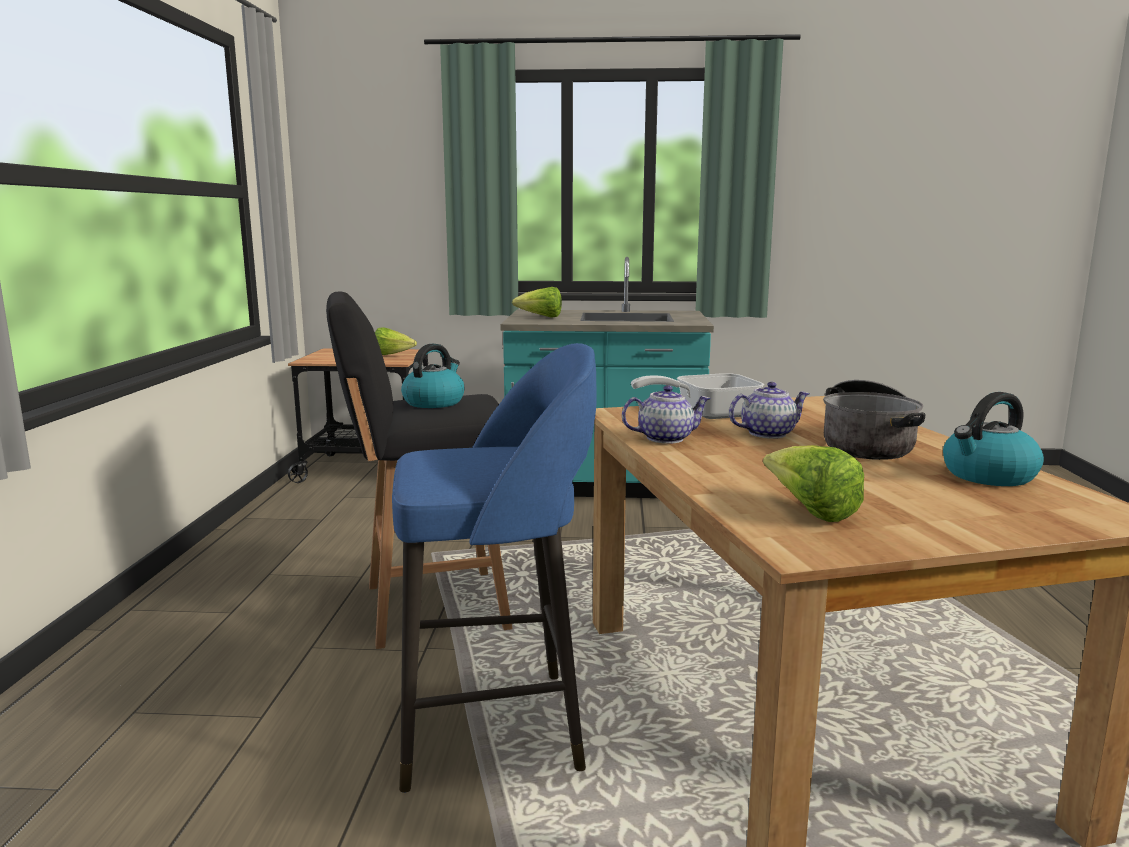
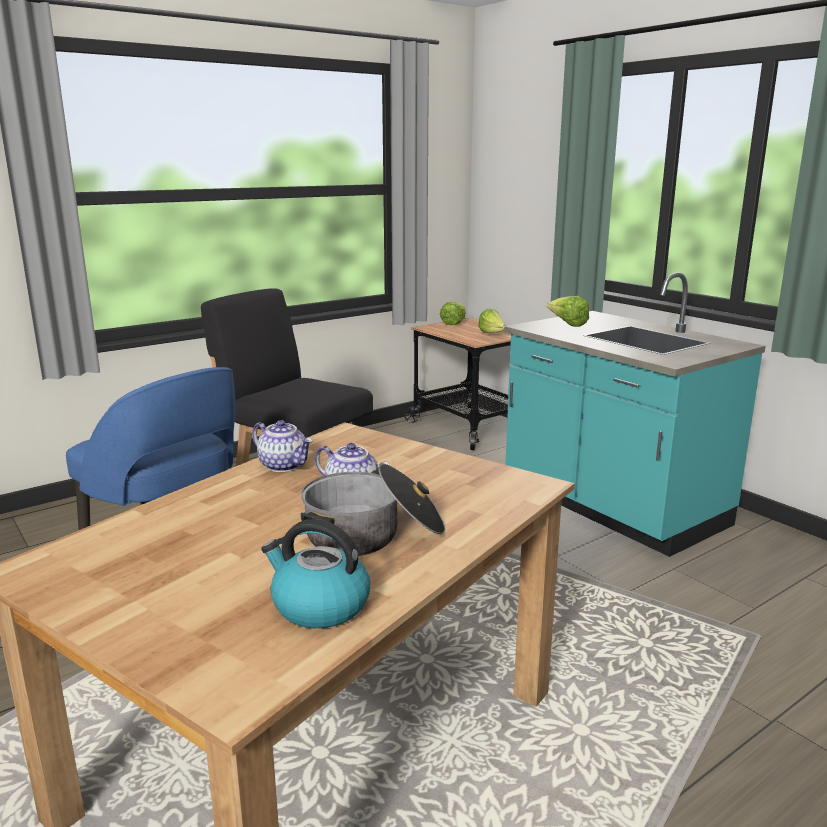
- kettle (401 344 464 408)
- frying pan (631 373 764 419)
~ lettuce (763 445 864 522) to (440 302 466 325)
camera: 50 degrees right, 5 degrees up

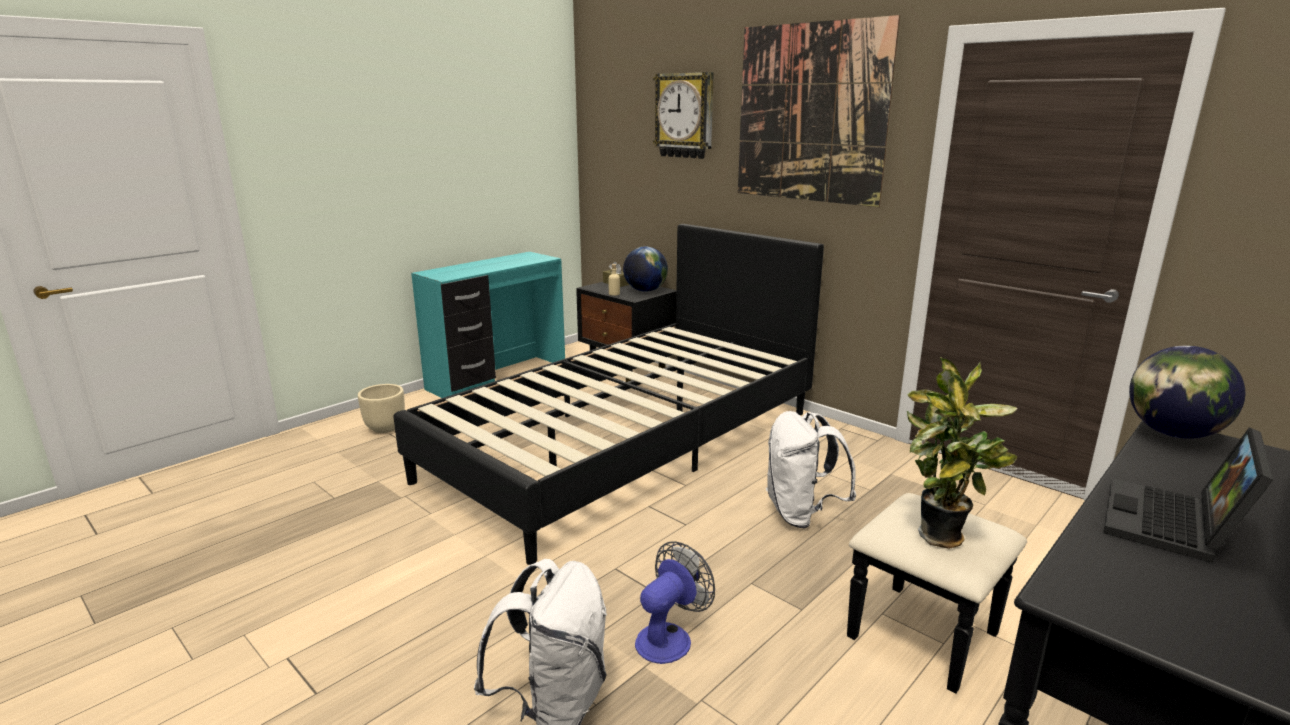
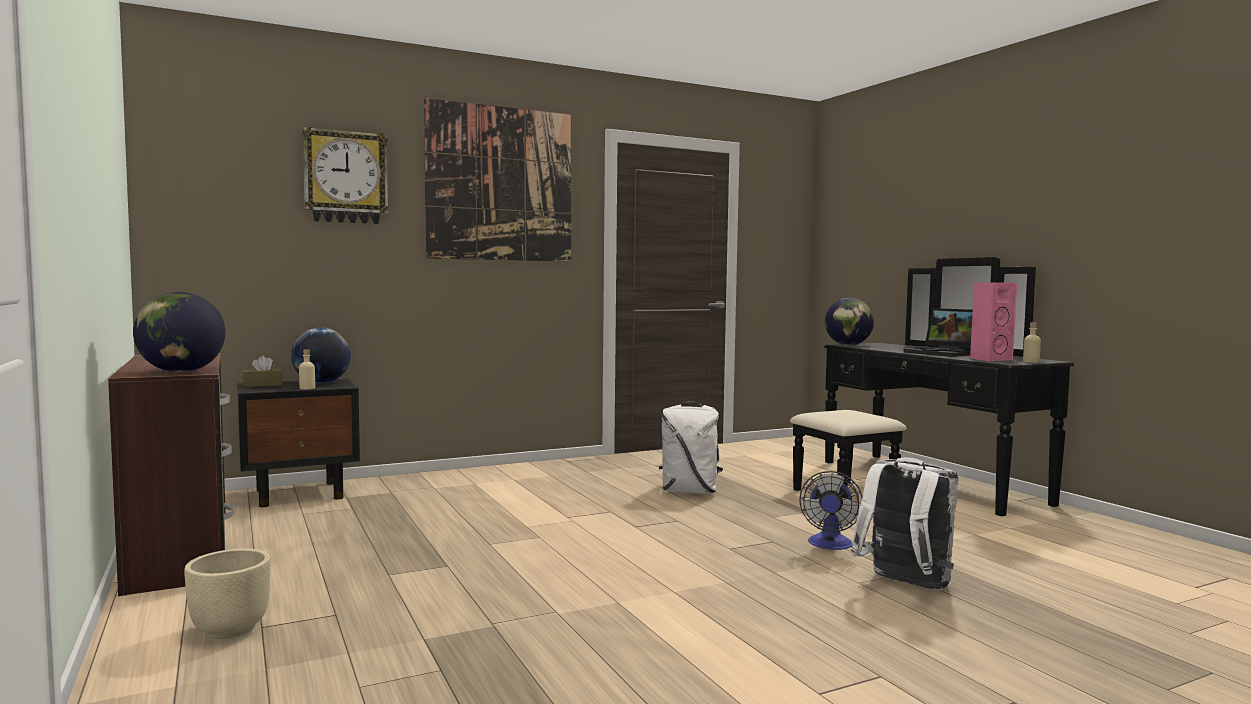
- black bed (393 224 824 565)
- potted plant (907 357 1018 549)
+ globe (133 292 225 372)
+ pink speaker (970 282 1017 361)
+ beige bottle (1023 322 1041 363)
~ turquoise desk (411 252 565 398) to brown desk (108 353 234 596)
~ fan (635 541 715 664) = (799 471 863 550) 135 degrees counterclockwise
camera: 70 degrees left, 15 degrees down

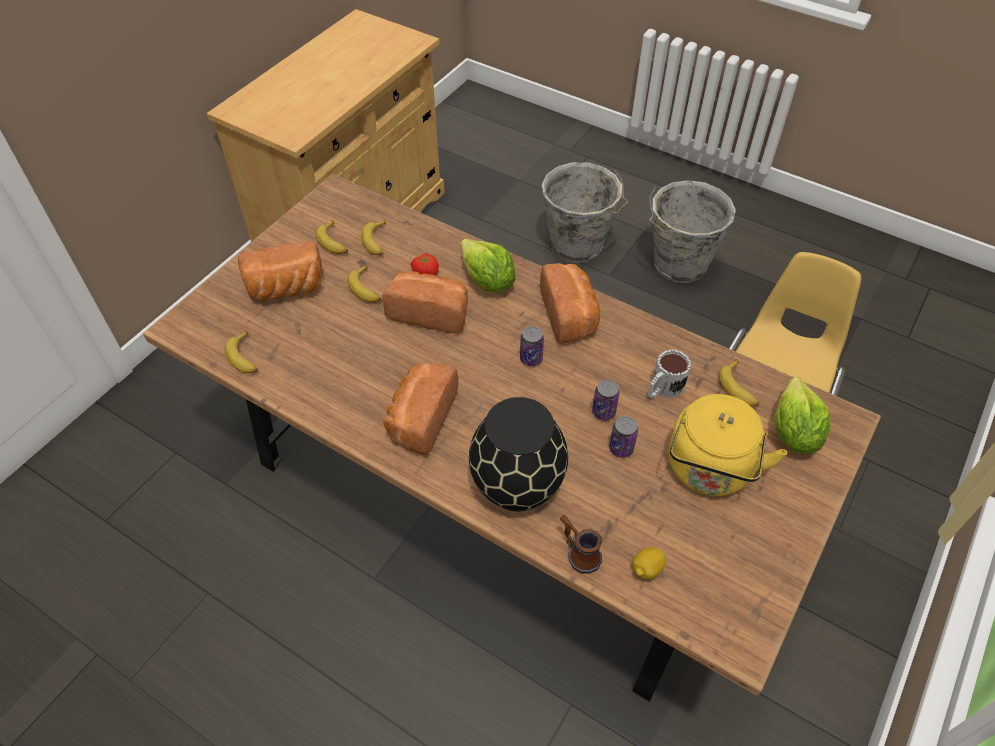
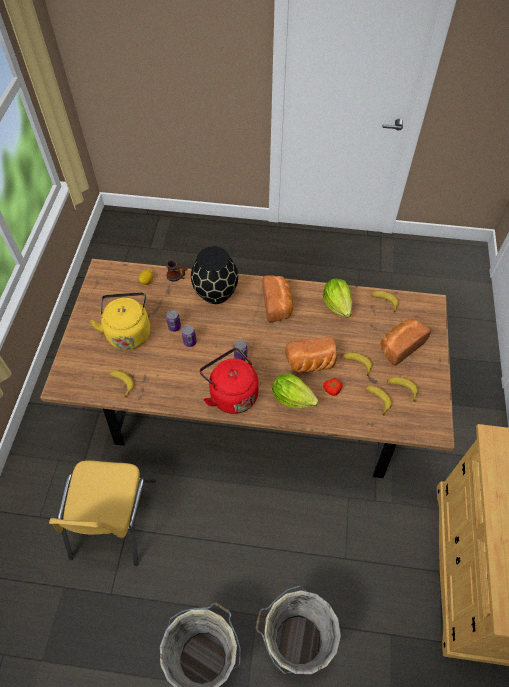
- mug (647 349 691 398)
~ lettuce (775 377 830 454) to (323 278 352 318)
~ bread (540 263 600 344) to red kettle (200 348 259 414)
camera: 155 degrees right, 5 degrees up

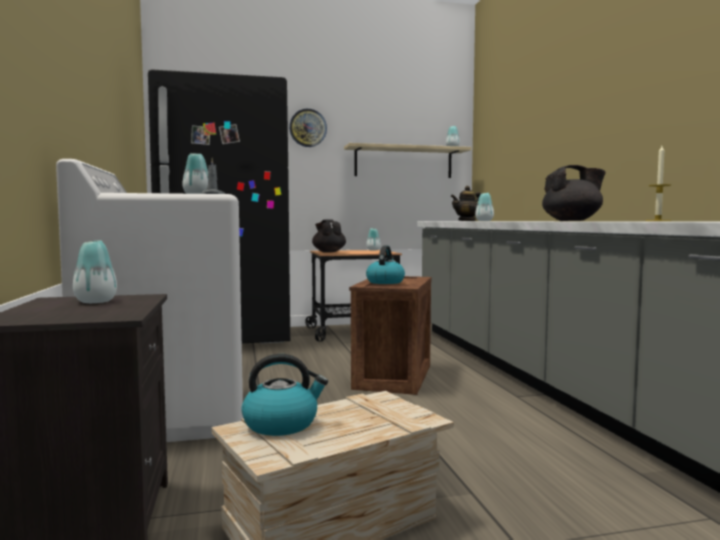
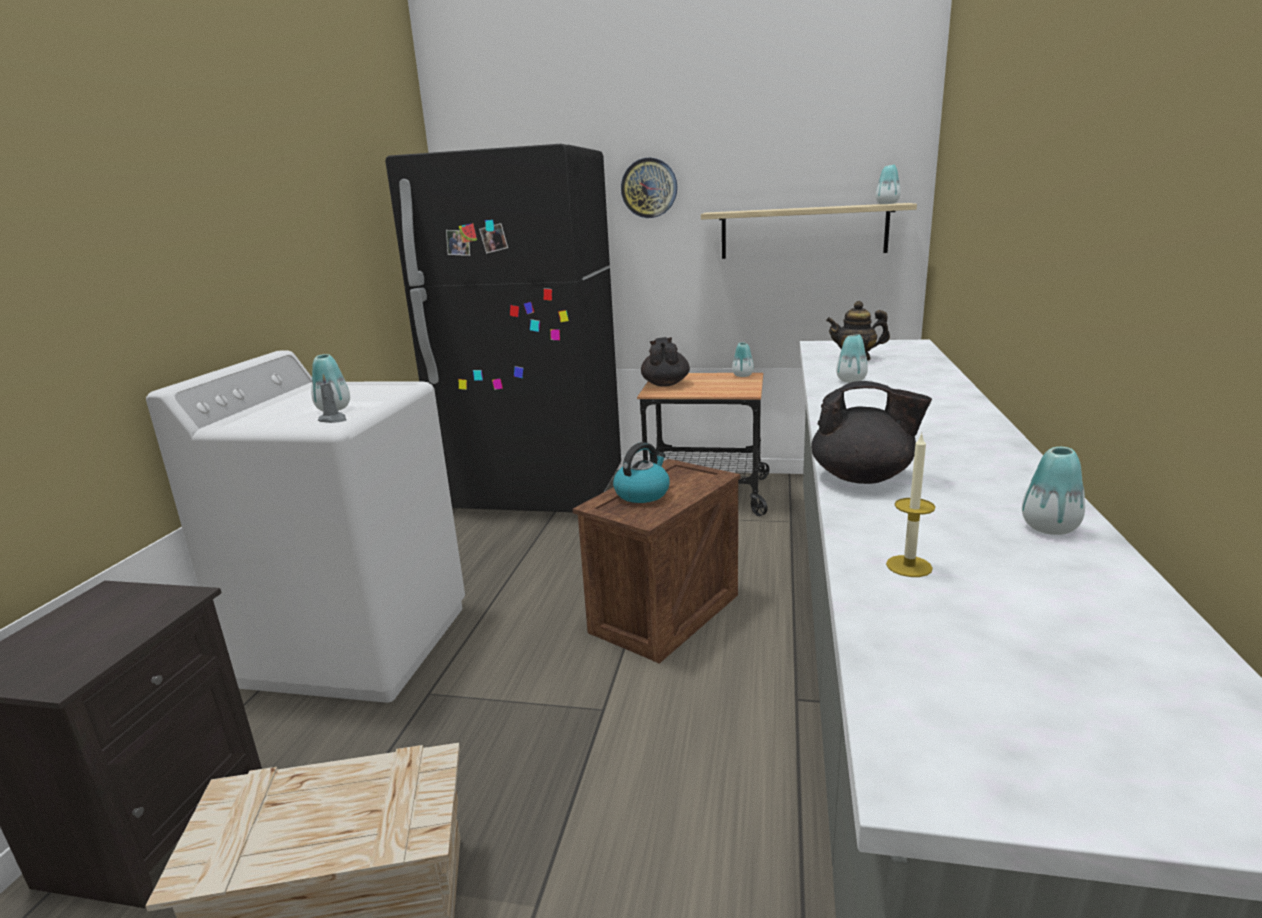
- kettle (241 354 328 436)
~ vase (73 240 117 303) to (1022 447 1085 535)
camera: 25 degrees right, 15 degrees up

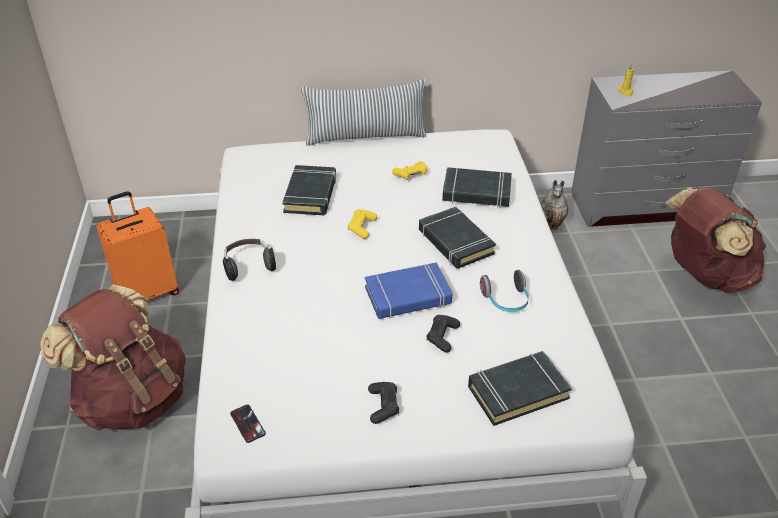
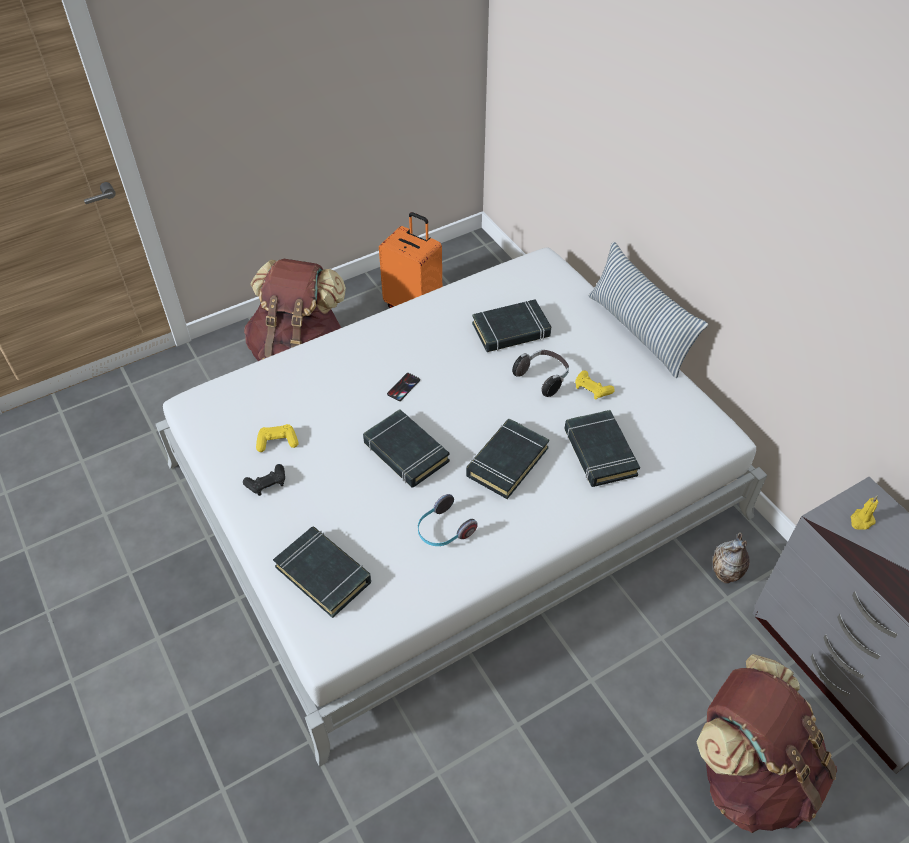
- black game controller (427 315 460 353)
~ headphones (223 239 276 281) to (512 350 569 397)
~ phone (230 404 266 443) to (387 373 420 401)
~ yellow game controller (348 209 377 239) to (256 424 298 452)
~ blue book (365 262 453 319) to black book (363 409 450 488)
camera: 65 degrees right, 10 degrees up

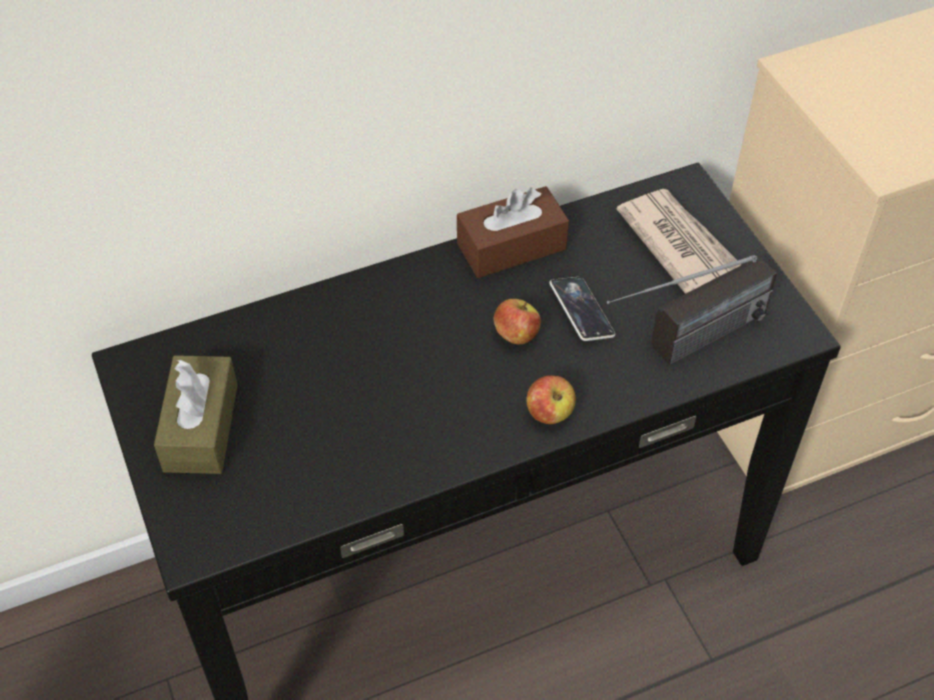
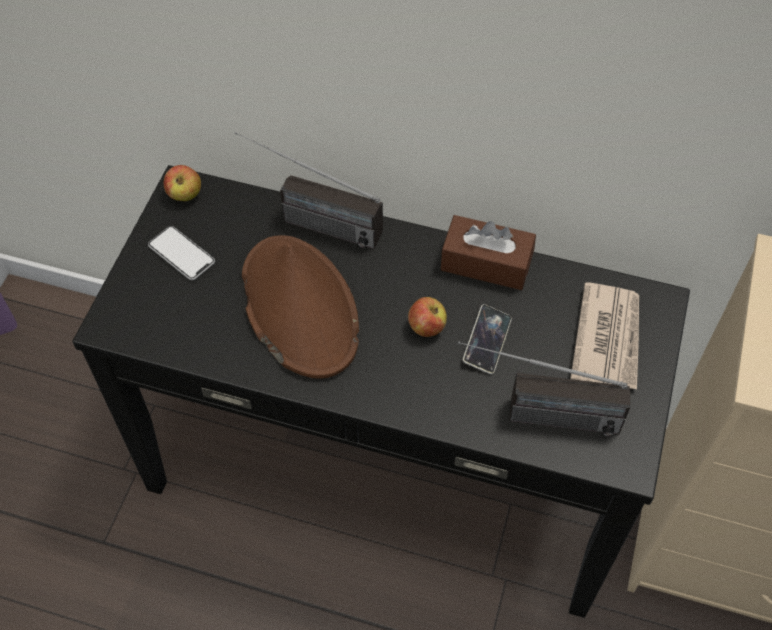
+ radio (235 132 383 249)
+ brown hat (242 235 359 379)
~ apple (527 375 576 424) to (164 165 201 201)
~ brown tissue box (154 355 238 474) to phone (148 226 215 280)
camera: 40 degrees right, 5 degrees up

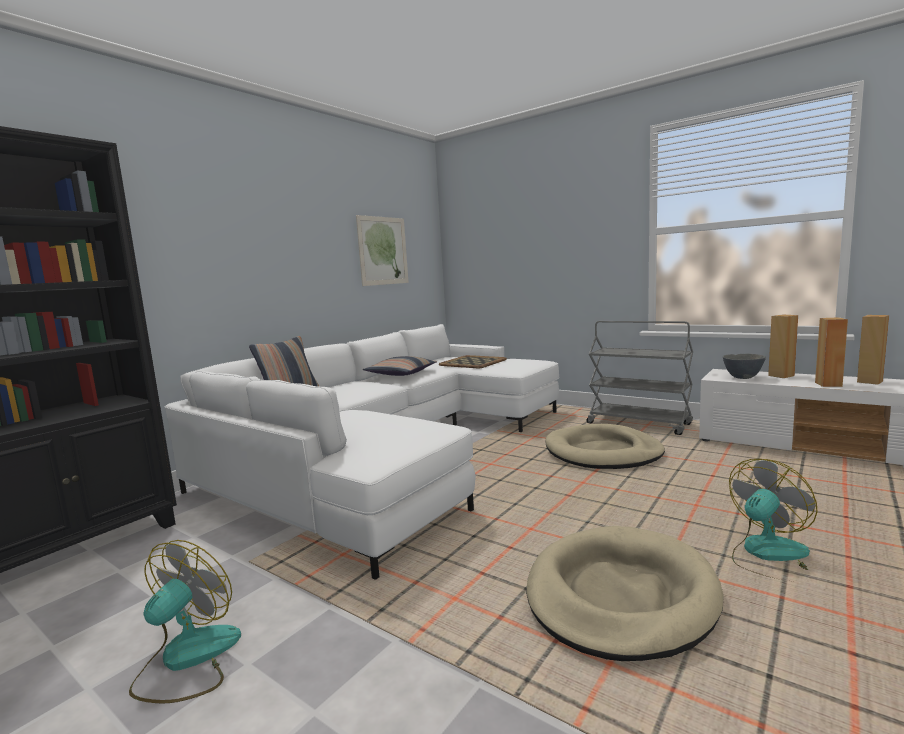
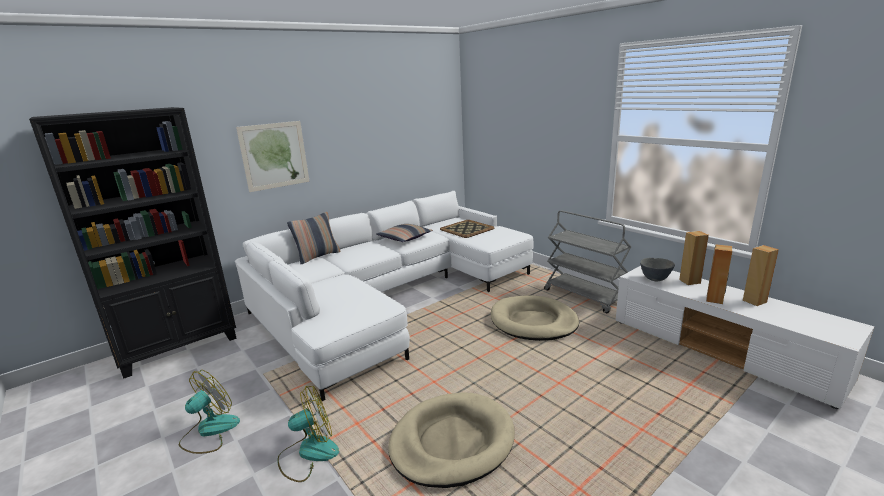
~ picture (356 215 409 286) to (236 121 309 192)
~ fan (729 459 817 582) to (277 386 339 482)
camera: 15 degrees right, 10 degrees up

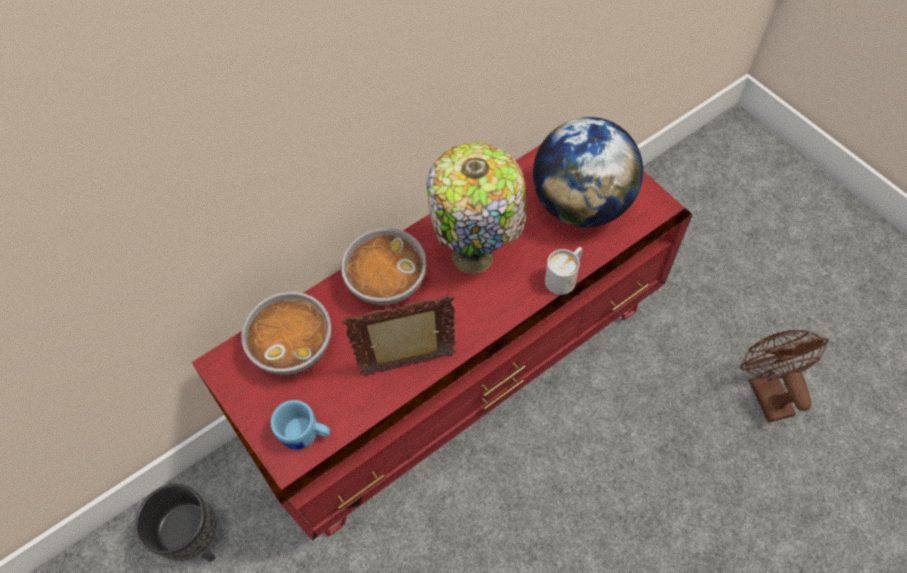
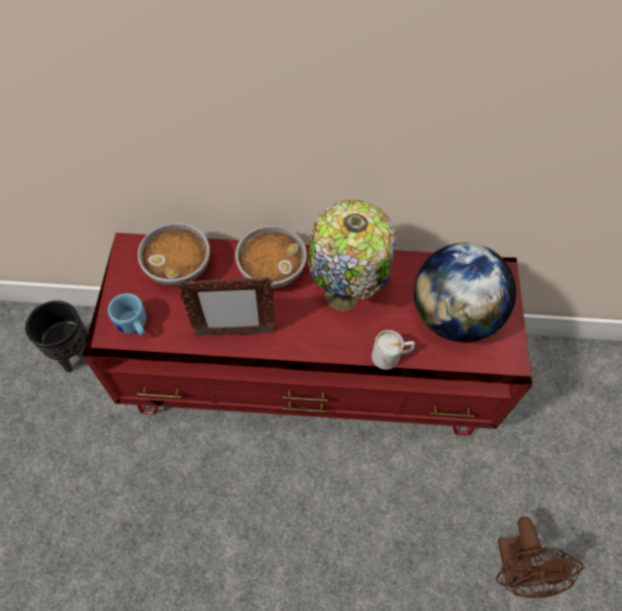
~ picture frame (342 294 456 376) = (177 276 276 336) 150 degrees clockwise
~ brown fan (740 330 828 422) = (496 517 583 598) 150 degrees clockwise
camera: 35 degrees right, 0 degrees up

